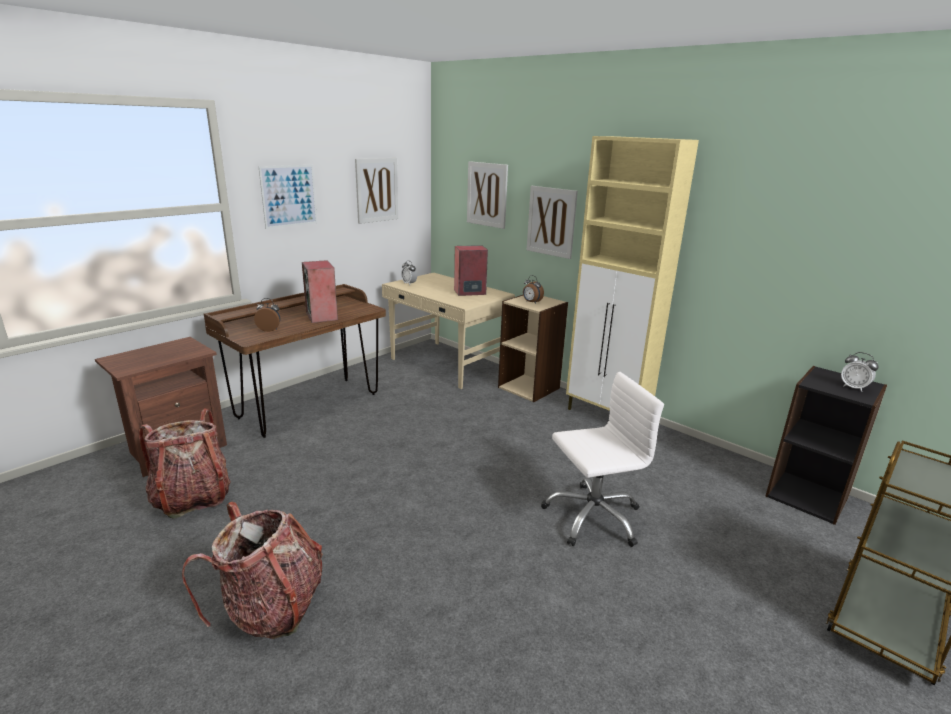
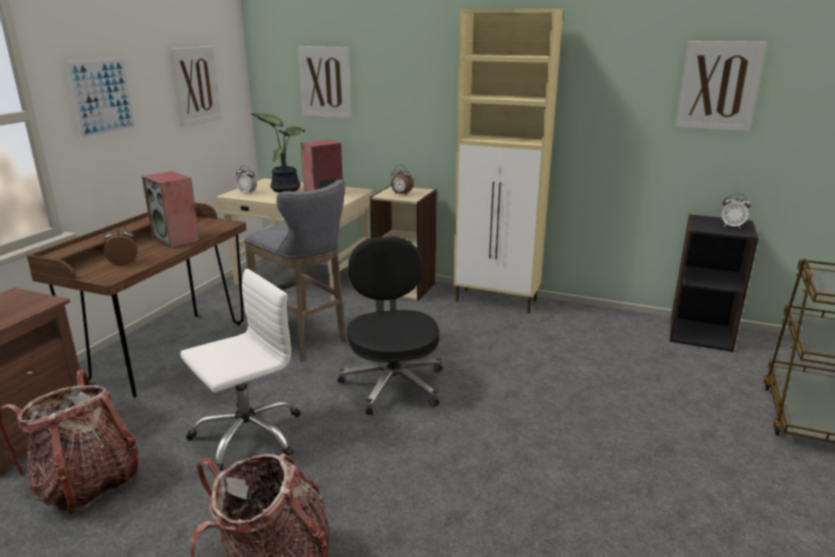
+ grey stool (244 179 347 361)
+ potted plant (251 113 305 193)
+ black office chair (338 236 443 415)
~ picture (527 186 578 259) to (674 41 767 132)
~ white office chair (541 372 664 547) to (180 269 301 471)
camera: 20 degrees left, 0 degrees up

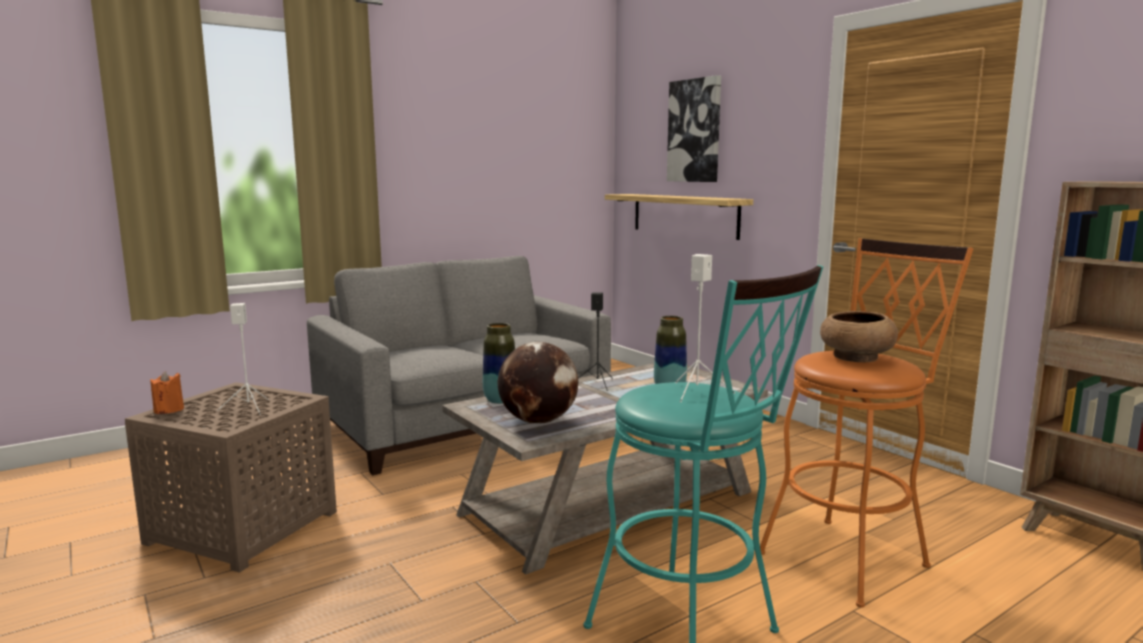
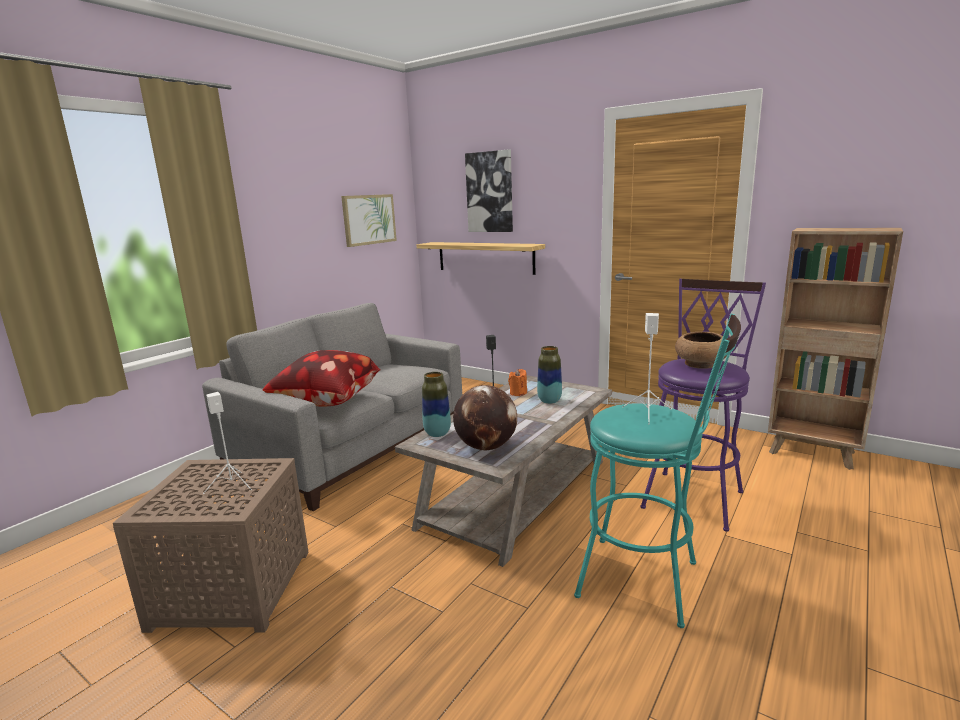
+ pillow (262 350 380 406)
+ picture (341 194 397 247)
~ orange candle (150 371 184 414) to (508 369 527 396)
~ orange stool (760 238 973 608) to purple stool (640 279 766 532)
camera: 20 degrees left, 5 degrees up

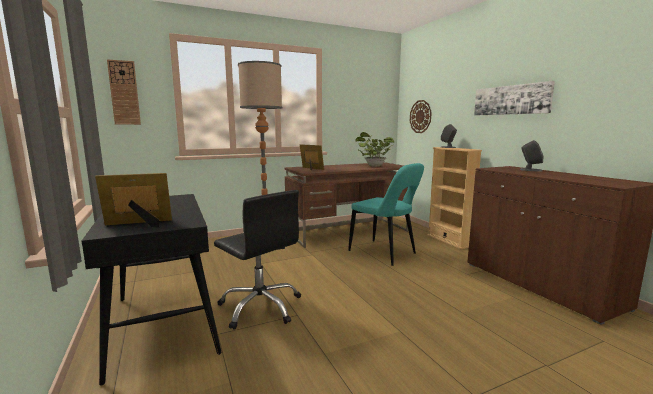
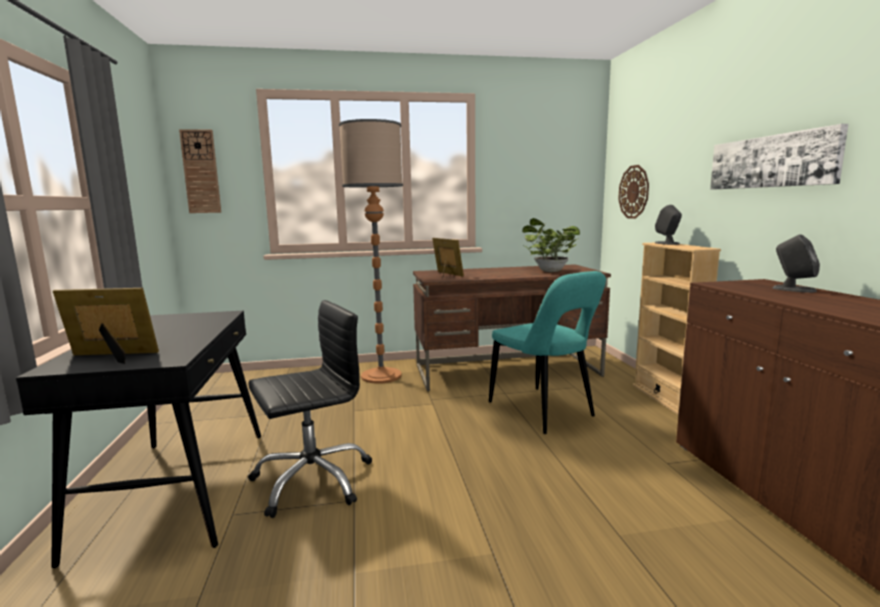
~ black office chair (214 190 301 330) = (248 300 372 518) 90 degrees counterclockwise
camera: 15 degrees right, 0 degrees up

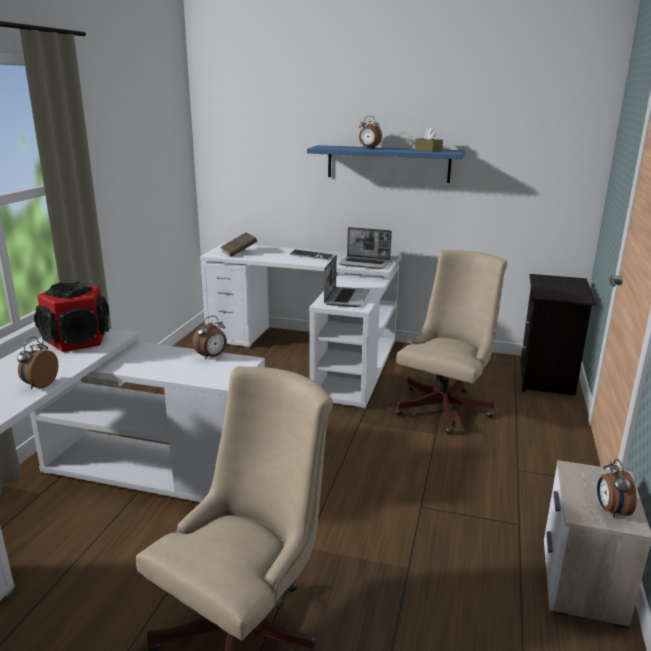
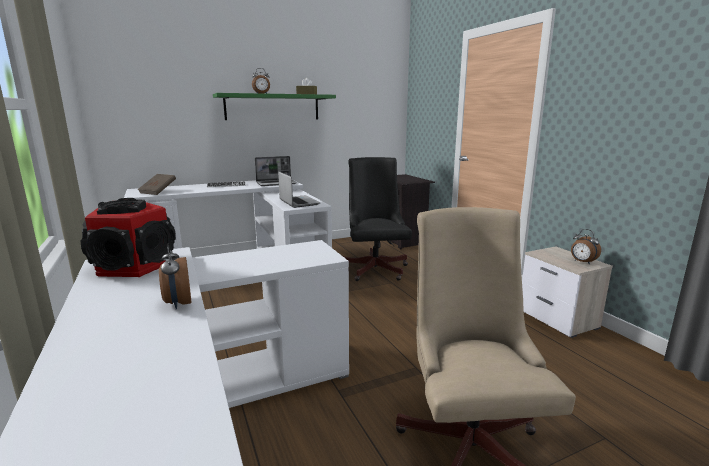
- alarm clock (193 316 227 360)
~ blue shelf (307 145 465 183) to green shelf (213 93 336 120)
~ beige office chair (395 250 508 434) to black office chair (343 157 412 281)
camera: 40 degrees left, 5 degrees down

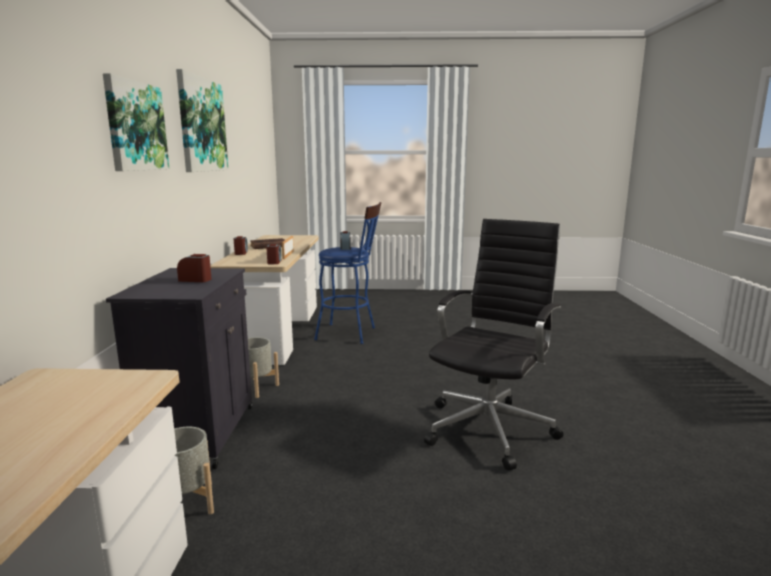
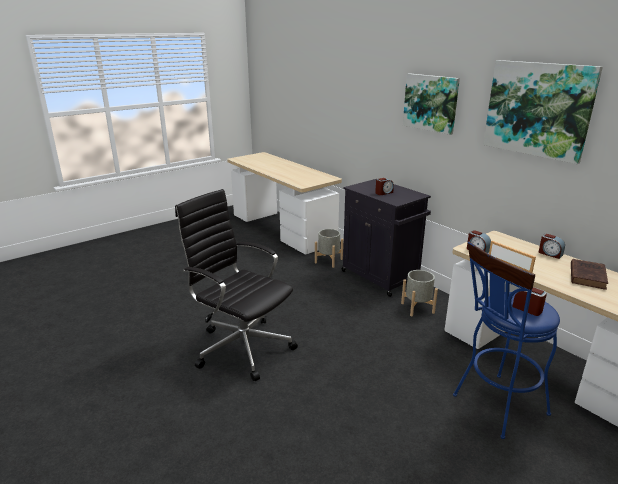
~ black office chair (424 219 563 470) = (175 189 298 381) 135 degrees clockwise
camera: 140 degrees right, 10 degrees up

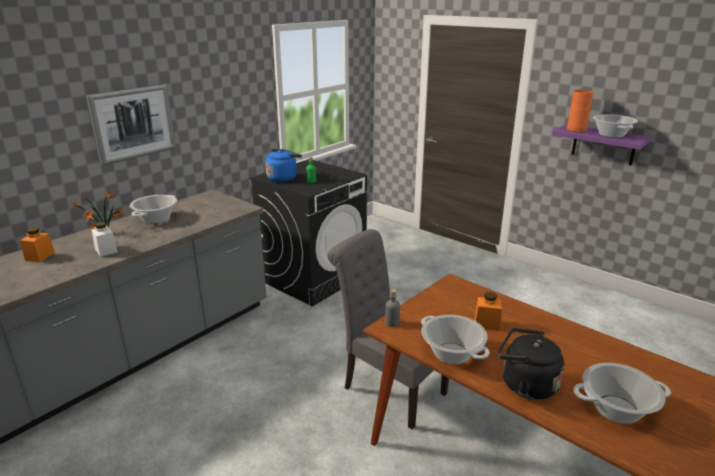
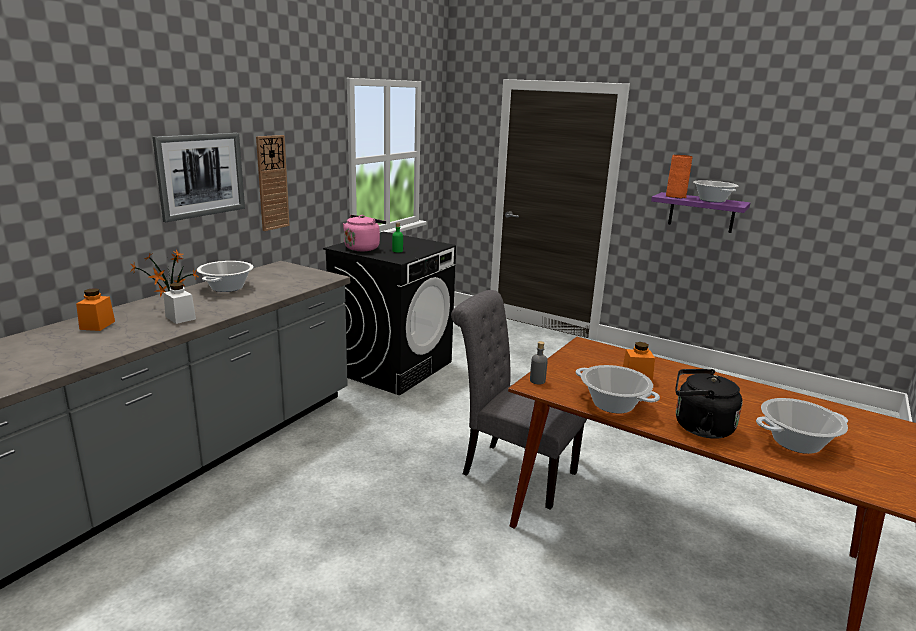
+ wall clock (256 135 290 231)
~ blue kettle (265 149 302 182) to pink kettle (343 215 386 251)
camera: 10 degrees left, 5 degrees down

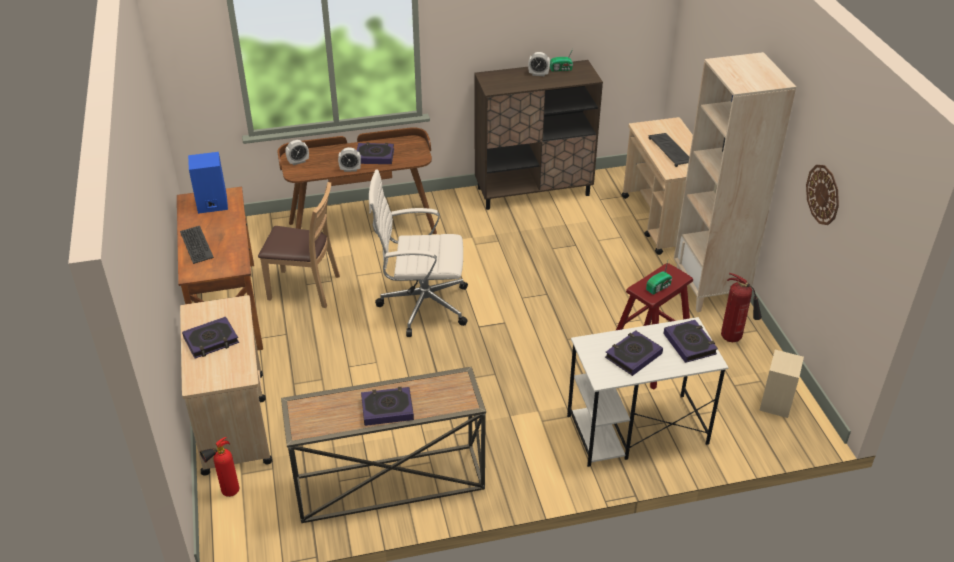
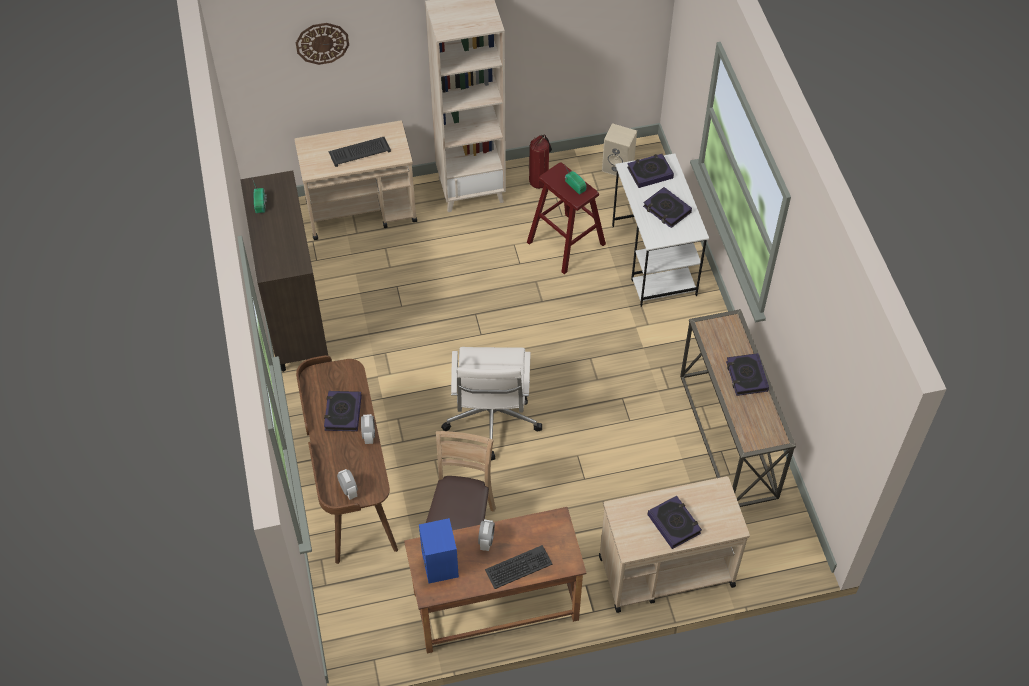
- fire extinguisher (200 437 239 497)
~ alarm clock (528 52 550 76) to (478 520 495 551)
~ wall clock (806 165 839 225) to (296 23 349 65)
camera: 90 degrees left, 15 degrees up

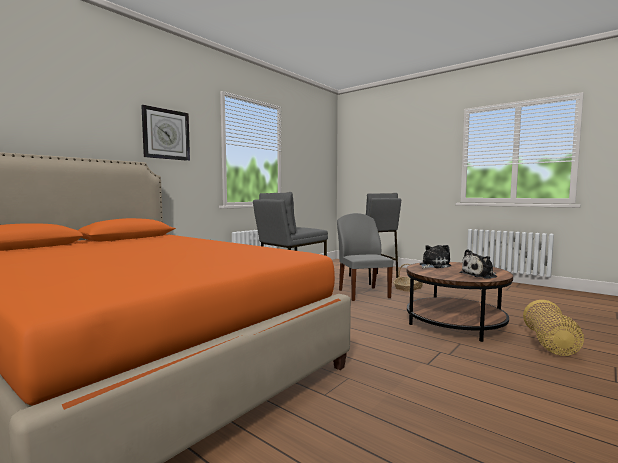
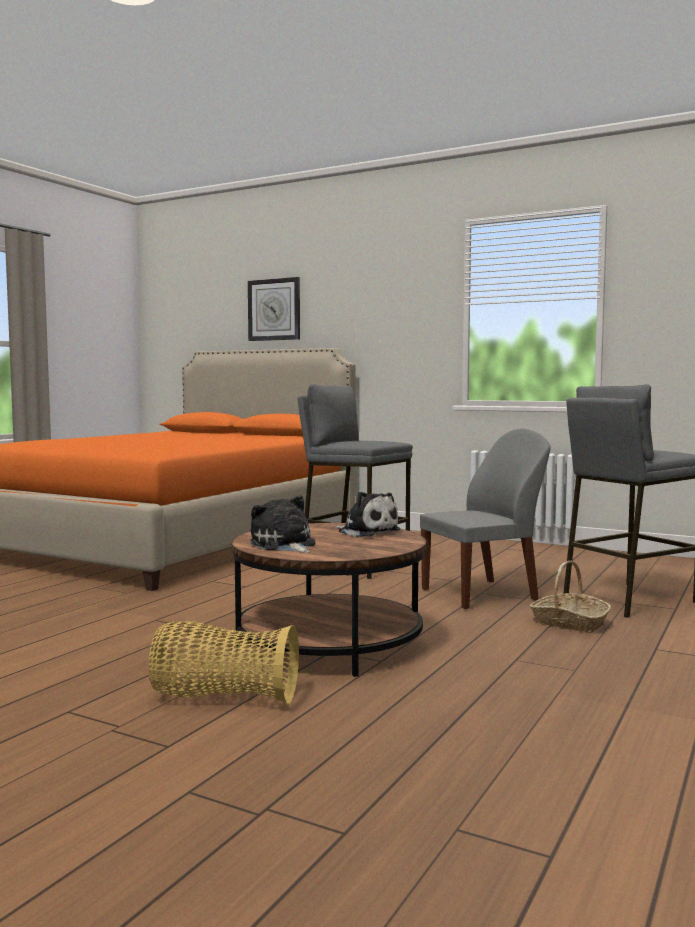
~ wall clock (141 105 190 161) to (248 277 300 341)
camera: 80 degrees right, 0 degrees up

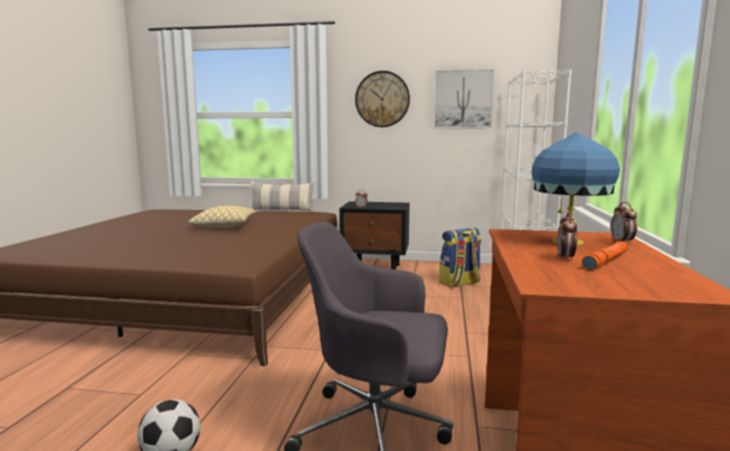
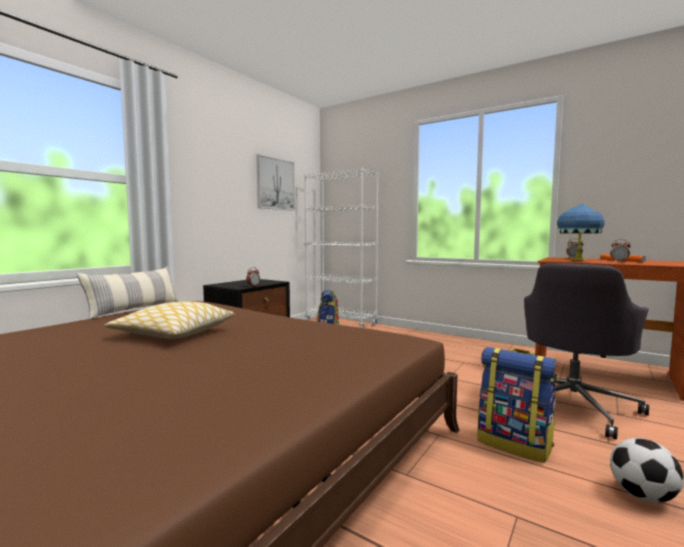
- wall clock (355 71 410 127)
+ backpack (478 347 558 463)
camera: 65 degrees left, 5 degrees down

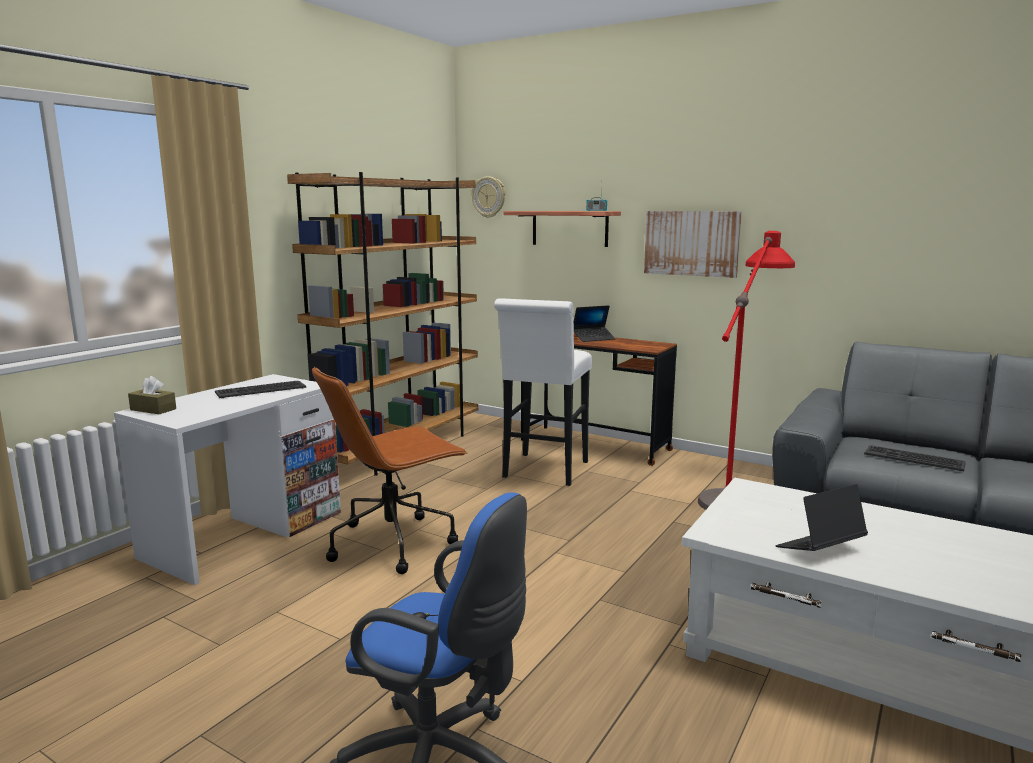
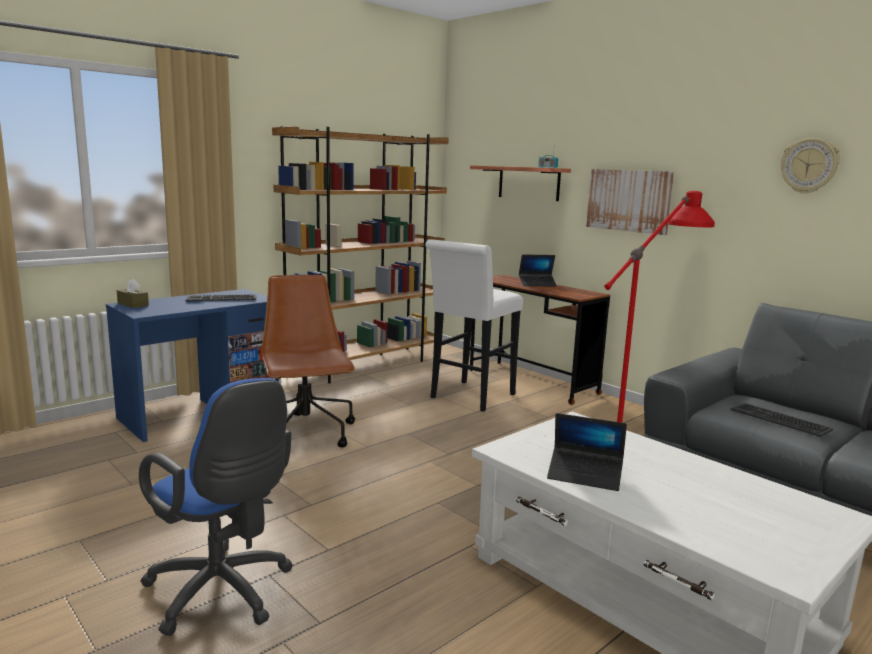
~ wall clock (471 176 505 218) to (781 138 840 194)
~ white desk (114 374 341 585) to blue desk (106 289 281 442)
~ brown office chair (312 367 467 574) = (262 275 355 448) 90 degrees clockwise
~ laptop (775 484 868 551) = (547 413 627 491) 150 degrees counterclockwise
camera: 15 degrees right, 0 degrees up

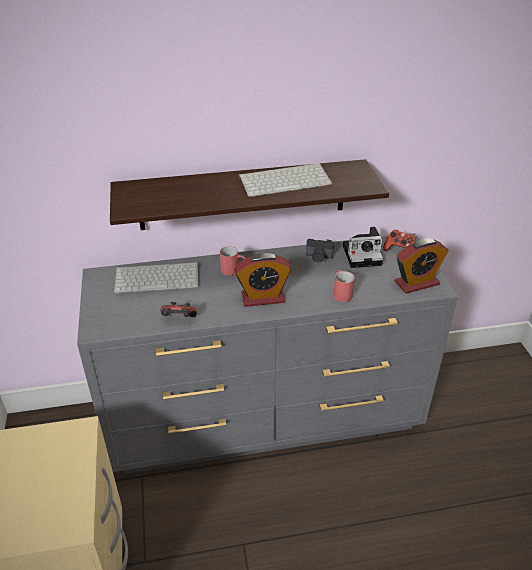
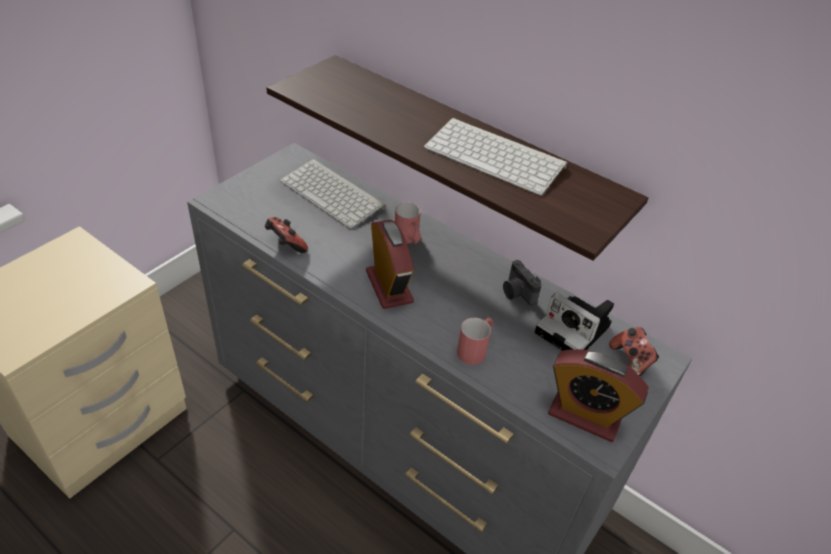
~ alarm clock (235 253 291 307) = (366 220 414 309) 150 degrees counterclockwise
camera: 45 degrees right, 5 degrees up

